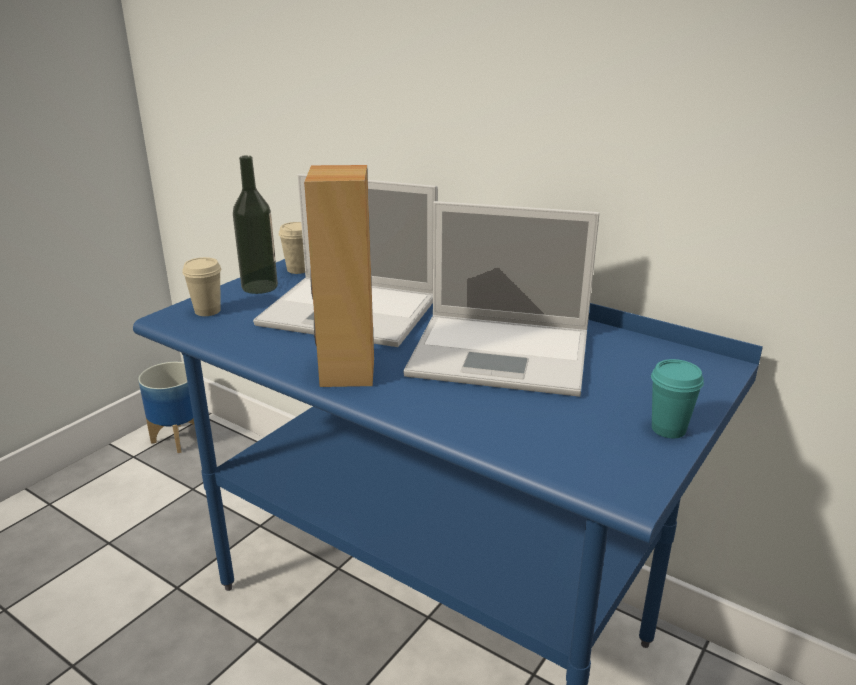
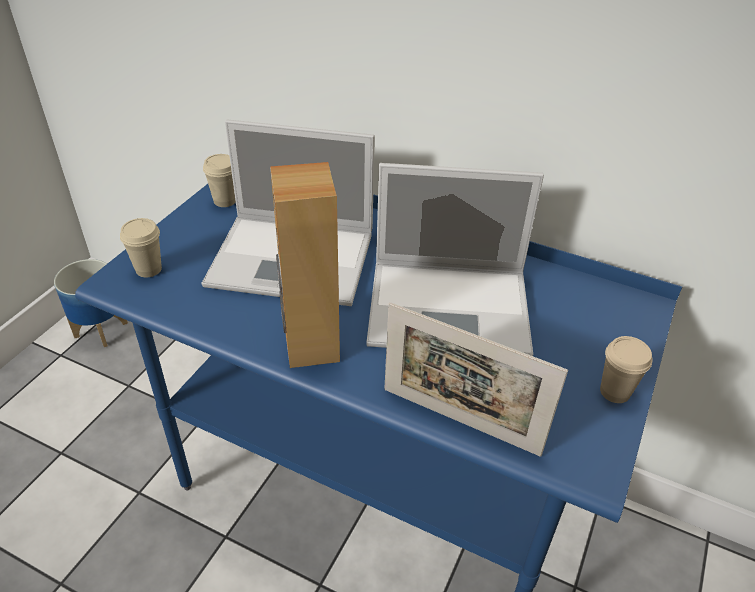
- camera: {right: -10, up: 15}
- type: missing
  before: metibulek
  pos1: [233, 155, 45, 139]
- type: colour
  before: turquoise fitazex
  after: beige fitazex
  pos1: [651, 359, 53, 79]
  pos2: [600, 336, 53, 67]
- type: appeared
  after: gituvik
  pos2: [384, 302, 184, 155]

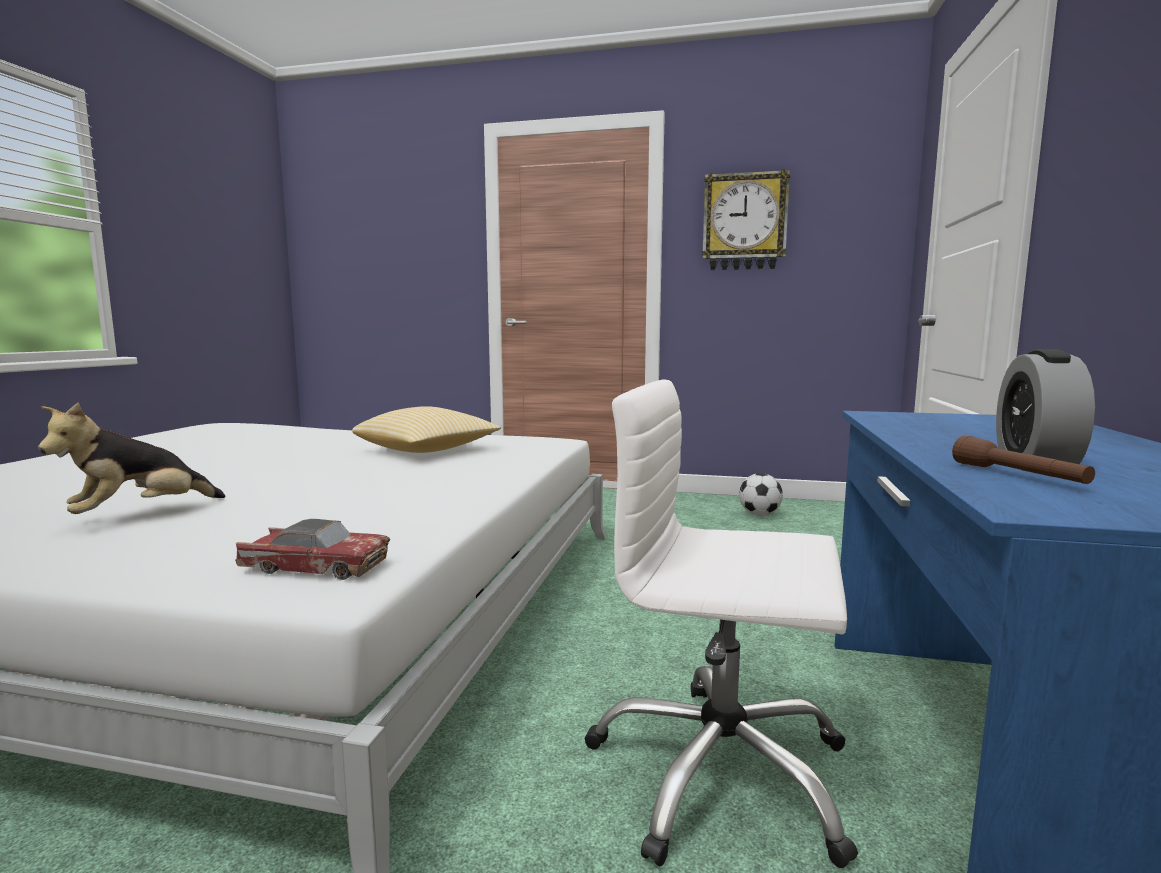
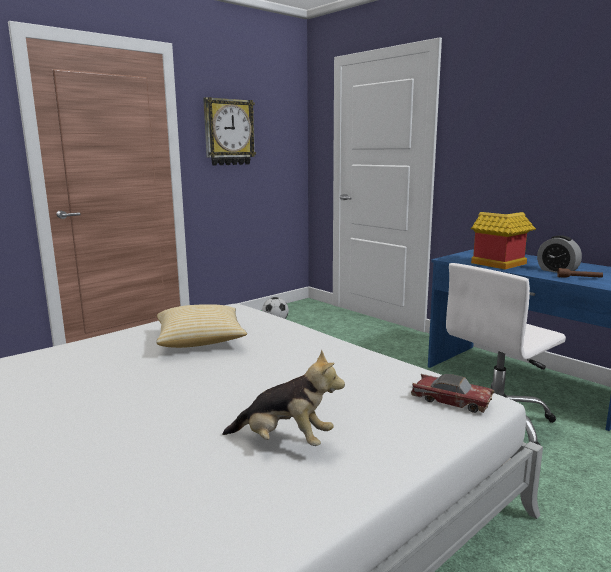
- camera: {right: -55, up: 5}
- type: spun
  before: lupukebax
  pos1: [38, 402, 188, 112]
  pos2: [222, 350, 123, 96]
  turn: -60
- type: spun
  before: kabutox
  pos1: [235, 519, 155, 61]
  pos2: [411, 374, 83, 39]
  turn: 75
- type: appeared
  after: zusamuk
  pos2: [471, 212, 65, 58]

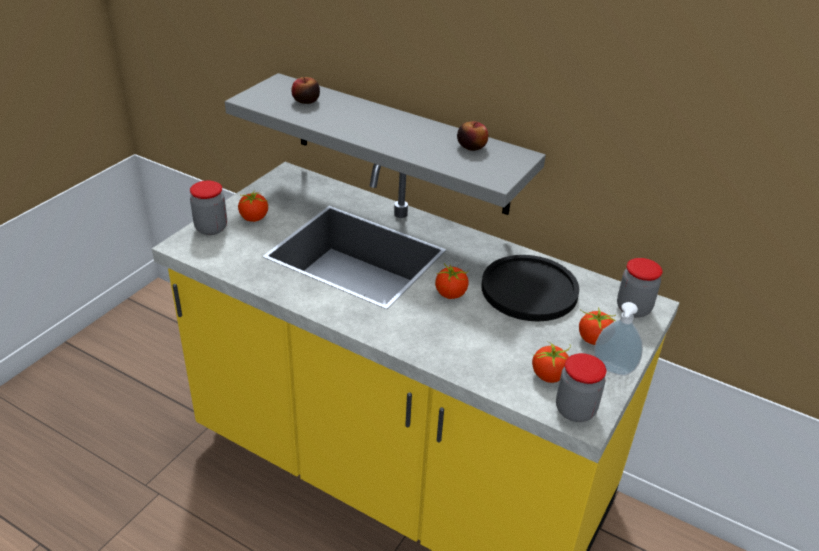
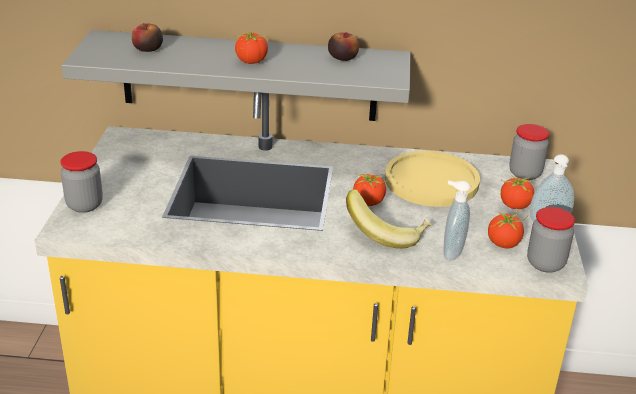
- camera: {right: -25, up: -5}
- type: relocated
  before: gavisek
  pos1: [238, 190, 30, 32]
  pos2: [235, 31, 33, 33]
- type: colour
  before: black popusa
  after: yellow popusa
  pos1: [481, 255, 98, 67]
  pos2: [385, 151, 95, 56]
- type: appeared
  after: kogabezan
  pos2: [346, 189, 85, 60]
- type: appeared
  after: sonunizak
  pos2: [444, 181, 27, 80]

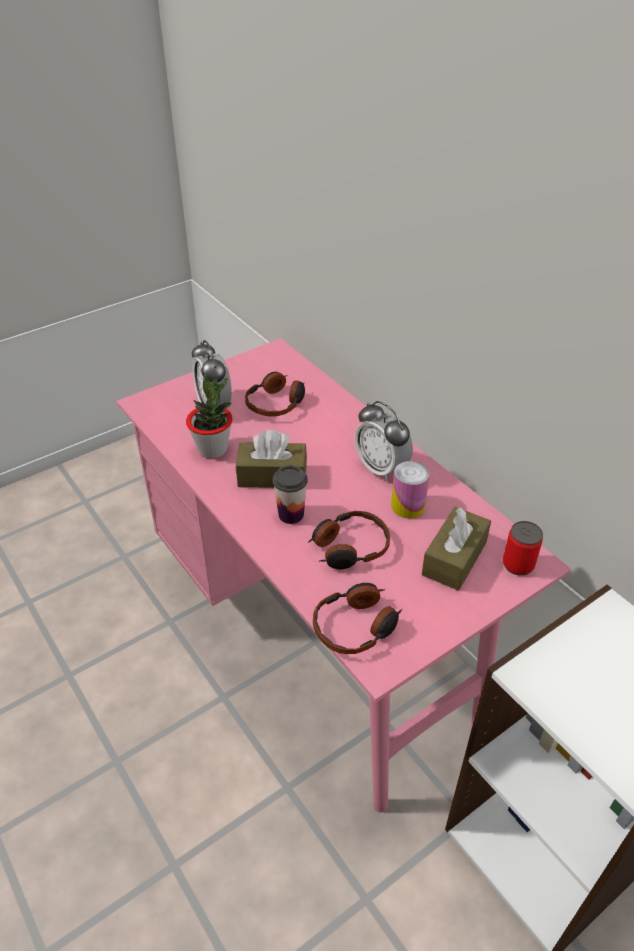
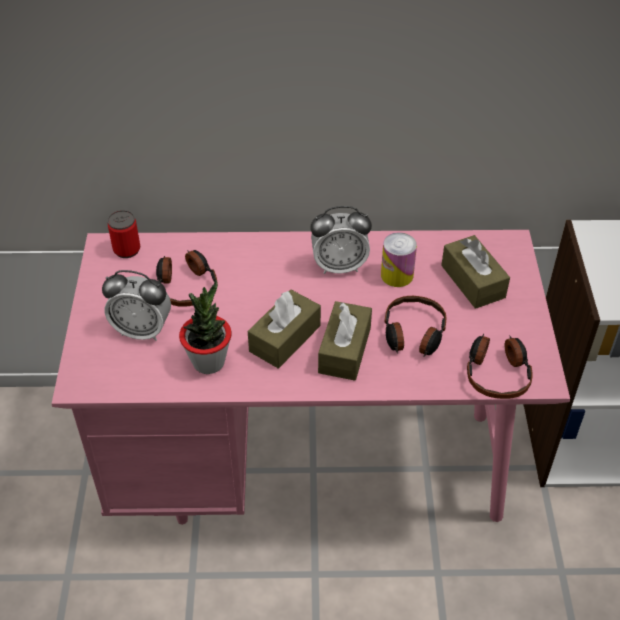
- camera: {right: -55, up: 5}
- type: exchanged
  before: fitazex
  after: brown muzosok
  pos1: [273, 466, 35, 58]
  pos2: [318, 301, 54, 80]
- type: relocated
  before: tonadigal
  pos1: [503, 521, 40, 55]
  pos2: [108, 210, 32, 48]

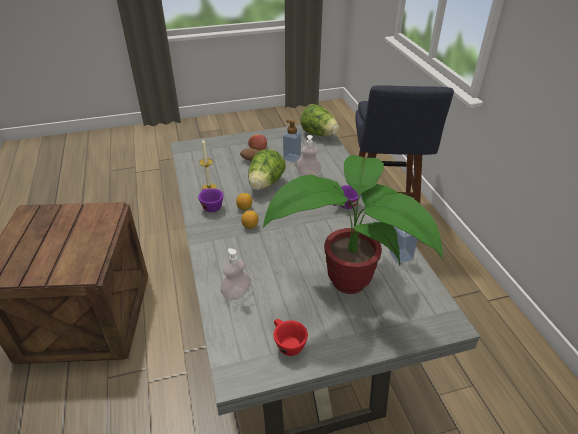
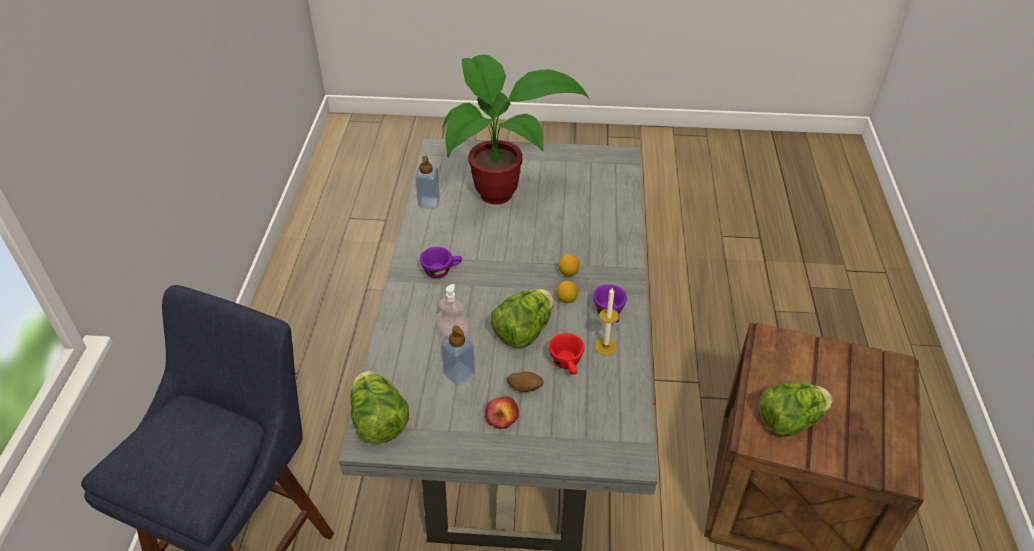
- camera: {right: -160, up: 5}
- type: missing
  before: sonunizak
  pos1: [221, 248, 30, 52]
- type: relocated
  before: red fitazex
  pos1: [274, 319, 34, 37]
  pos2: [549, 333, 36, 41]
- type: appeared
  after: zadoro
  pos2: [759, 383, 74, 53]

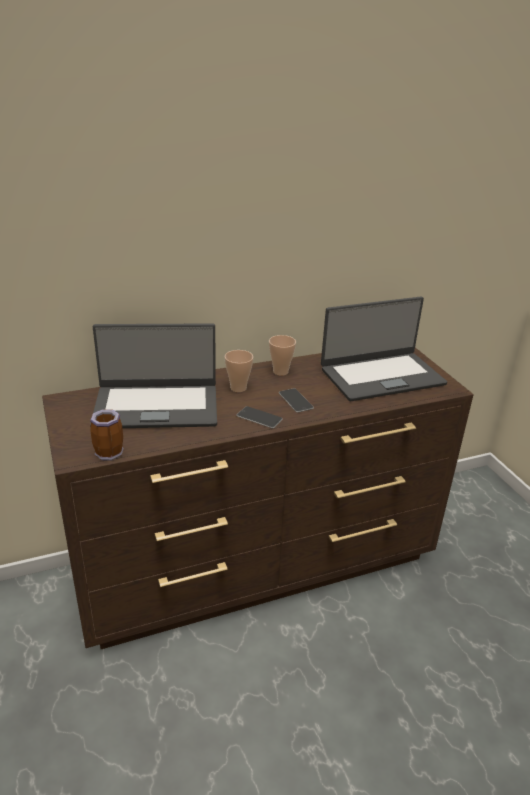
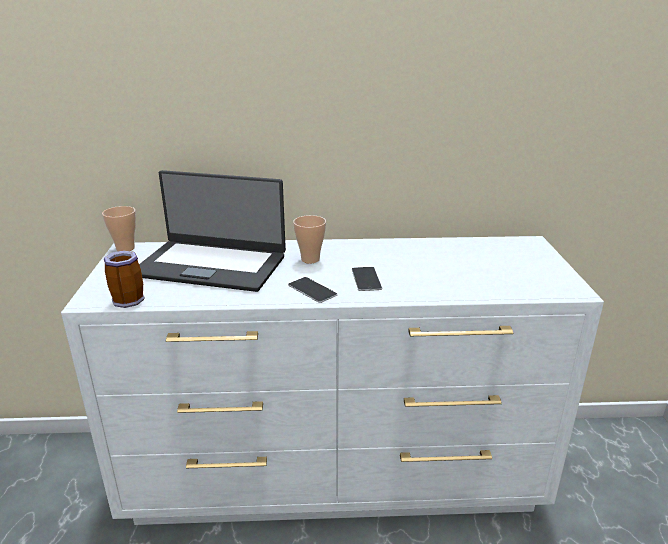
- camera: {right: 20, up: -5}
- type: colour
  before: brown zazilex
  after: white zazilex
  pos1: [42, 348, 431, 301]
  pos2: [61, 236, 543, 289]
- type: relocated
  before: fitazex
  pos1: [269, 335, 27, 41]
  pos2: [102, 206, 34, 45]
- type: missing
  before: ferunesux
  pos1: [321, 297, 126, 104]

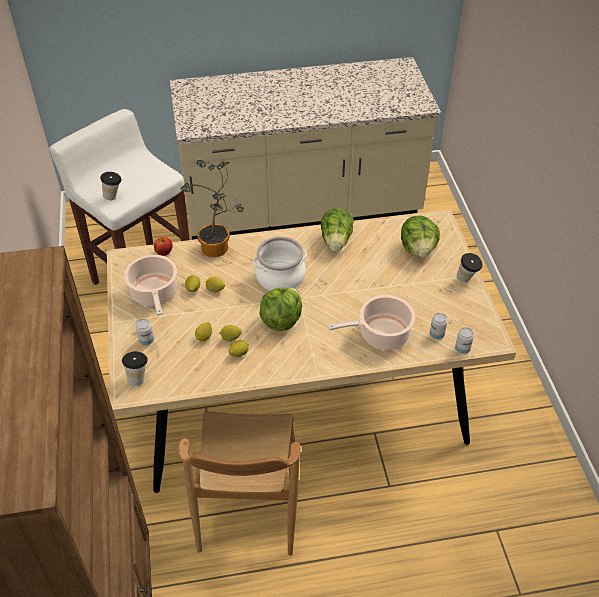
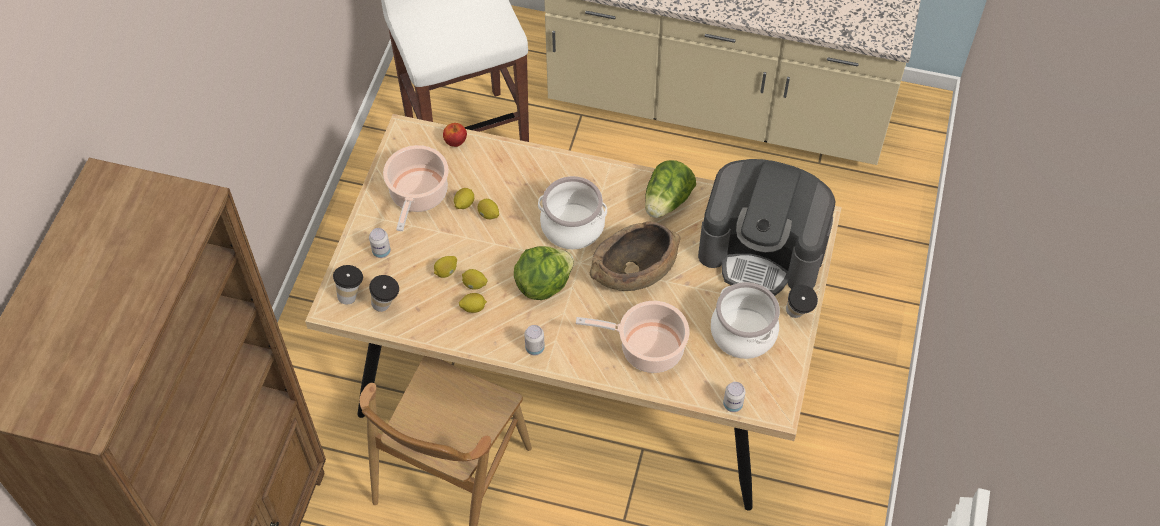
- camera: {right: 25, up: 10}
- type: relocated
  before: fitazex
  pos1: [100, 172, 22, 28]
  pos2: [369, 275, 30, 37]
- type: missing
  before: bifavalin
  pos1: [181, 160, 63, 97]
- type: exchanged
  before: zadoro
  after: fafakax
  pos1: [401, 215, 39, 42]
  pos2: [698, 159, 137, 137]
- type: relocated
  before: tonadigal
  pos1: [430, 313, 18, 26]
  pos2: [524, 325, 21, 30]
- type: appeared
  after: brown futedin
  pos2: [590, 221, 90, 70]
- type: appeared
  after: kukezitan
  pos2: [711, 282, 69, 77]

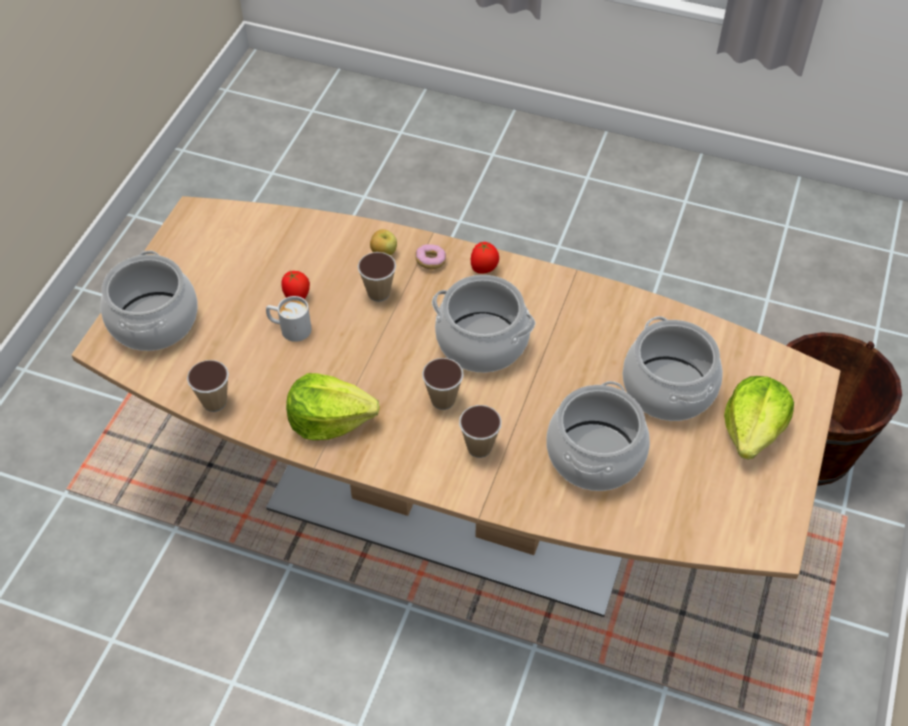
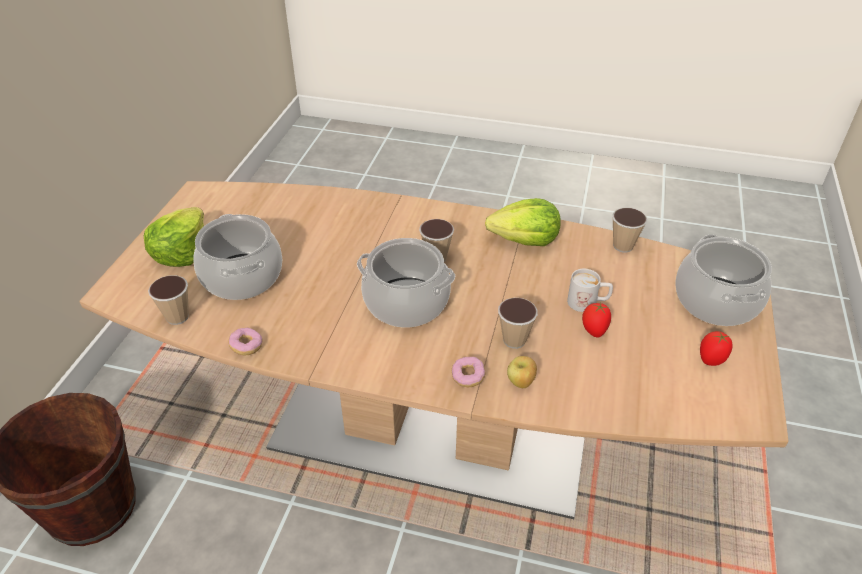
- camera: {right: 175, up: -10}
- type: relocated
  before: fitazex
  pos1: [459, 405, 43, 53]
  pos2: [148, 275, 41, 50]
- type: relocated
  before: gavisek
  pos1: [471, 242, 28, 32]
  pos2: [700, 331, 33, 35]
- type: missing
  before: kukezitan
  pos1: [547, 381, 103, 110]
- type: appeared
  after: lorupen
  pos2: [228, 328, 34, 28]

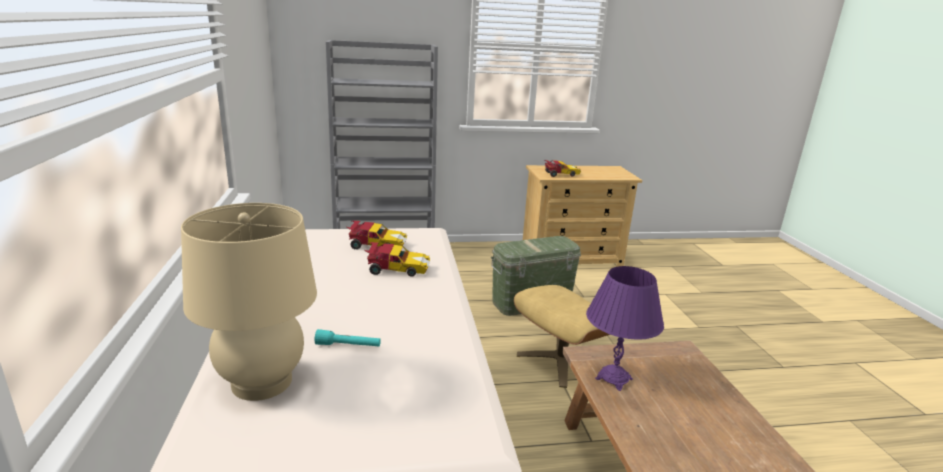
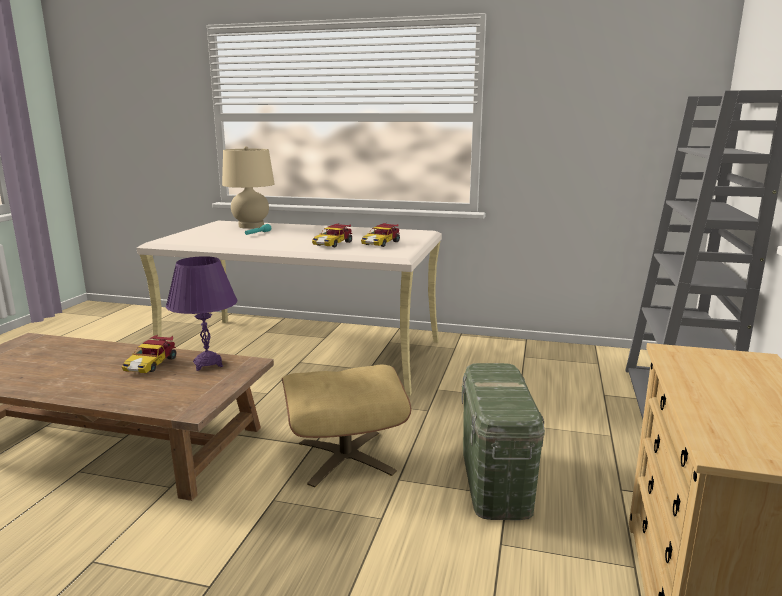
- camera: {right: 115, up: -5}
- type: relocated
  before: kabutox
  pos1: [544, 160, 37, 17]
  pos2: [122, 335, 54, 38]

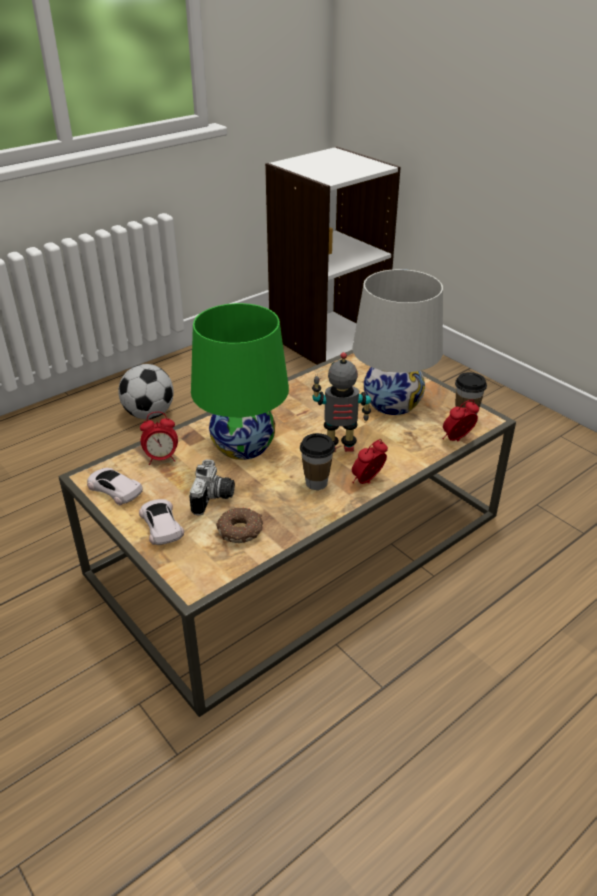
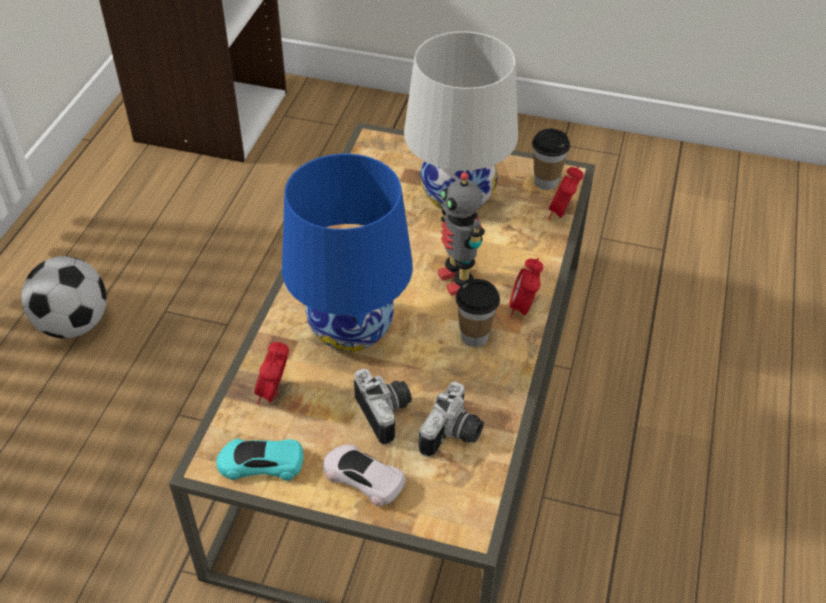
- camera: {right: -35, up: 10}
- type: colour
  before: white kabutox
  after: turquoise kabutox
  pos1: [87, 468, 56, 37]
  pos2: [216, 439, 88, 42]
- type: spun
  before: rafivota
  pos1: [140, 412, 38, 53]
  pos2: [254, 342, 35, 63]
  turn: 150
- type: colour
  before: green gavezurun
  after: blue gavezurun
  pos1: [191, 303, 98, 157]
  pos2: [282, 154, 131, 198]
- type: exchanged
  before: lorupen
  after: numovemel
  pos1: [216, 507, 47, 36]
  pos2: [418, 382, 66, 75]
- type: spun
  before: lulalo
  pos1: [312, 352, 59, 100]
  pos2: [438, 172, 47, 124]
  turn: -75

